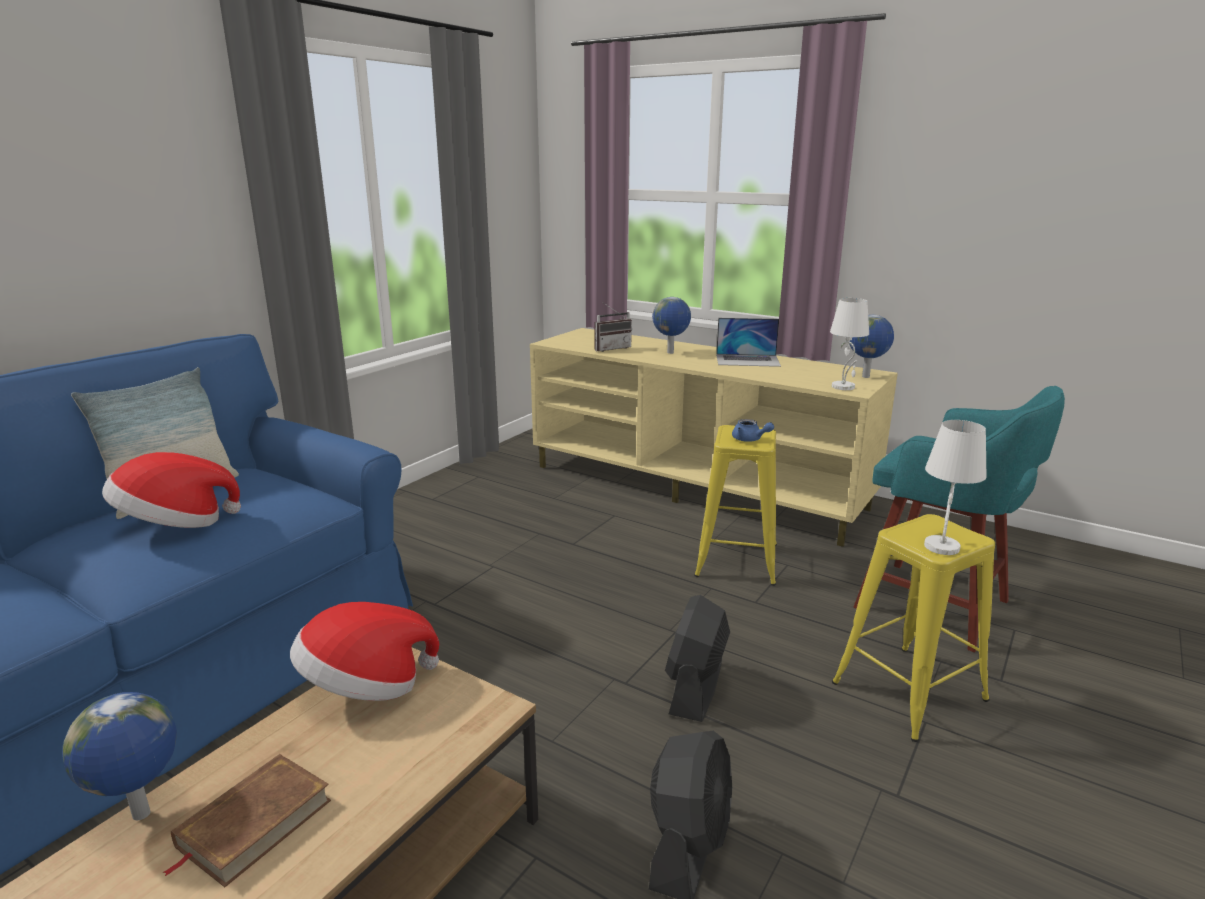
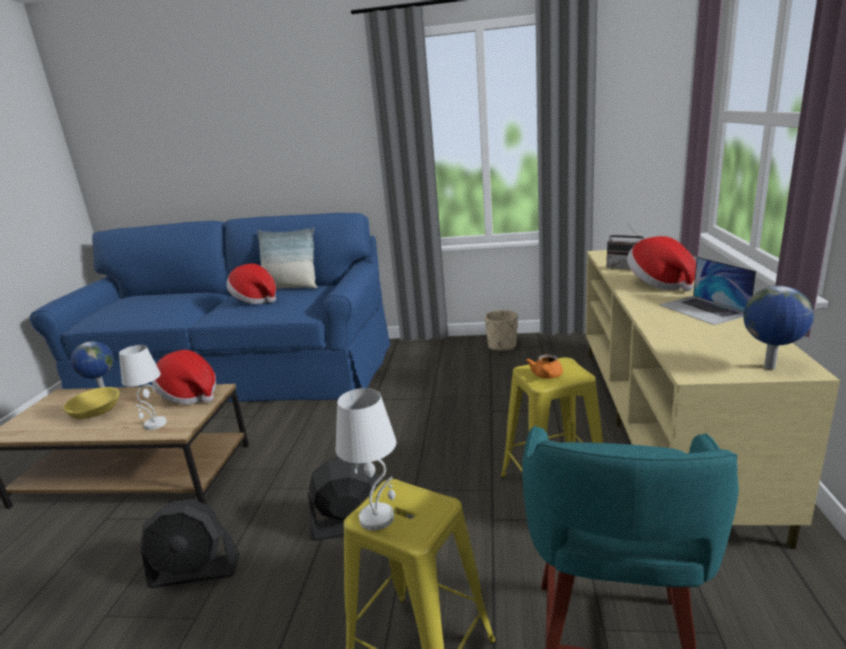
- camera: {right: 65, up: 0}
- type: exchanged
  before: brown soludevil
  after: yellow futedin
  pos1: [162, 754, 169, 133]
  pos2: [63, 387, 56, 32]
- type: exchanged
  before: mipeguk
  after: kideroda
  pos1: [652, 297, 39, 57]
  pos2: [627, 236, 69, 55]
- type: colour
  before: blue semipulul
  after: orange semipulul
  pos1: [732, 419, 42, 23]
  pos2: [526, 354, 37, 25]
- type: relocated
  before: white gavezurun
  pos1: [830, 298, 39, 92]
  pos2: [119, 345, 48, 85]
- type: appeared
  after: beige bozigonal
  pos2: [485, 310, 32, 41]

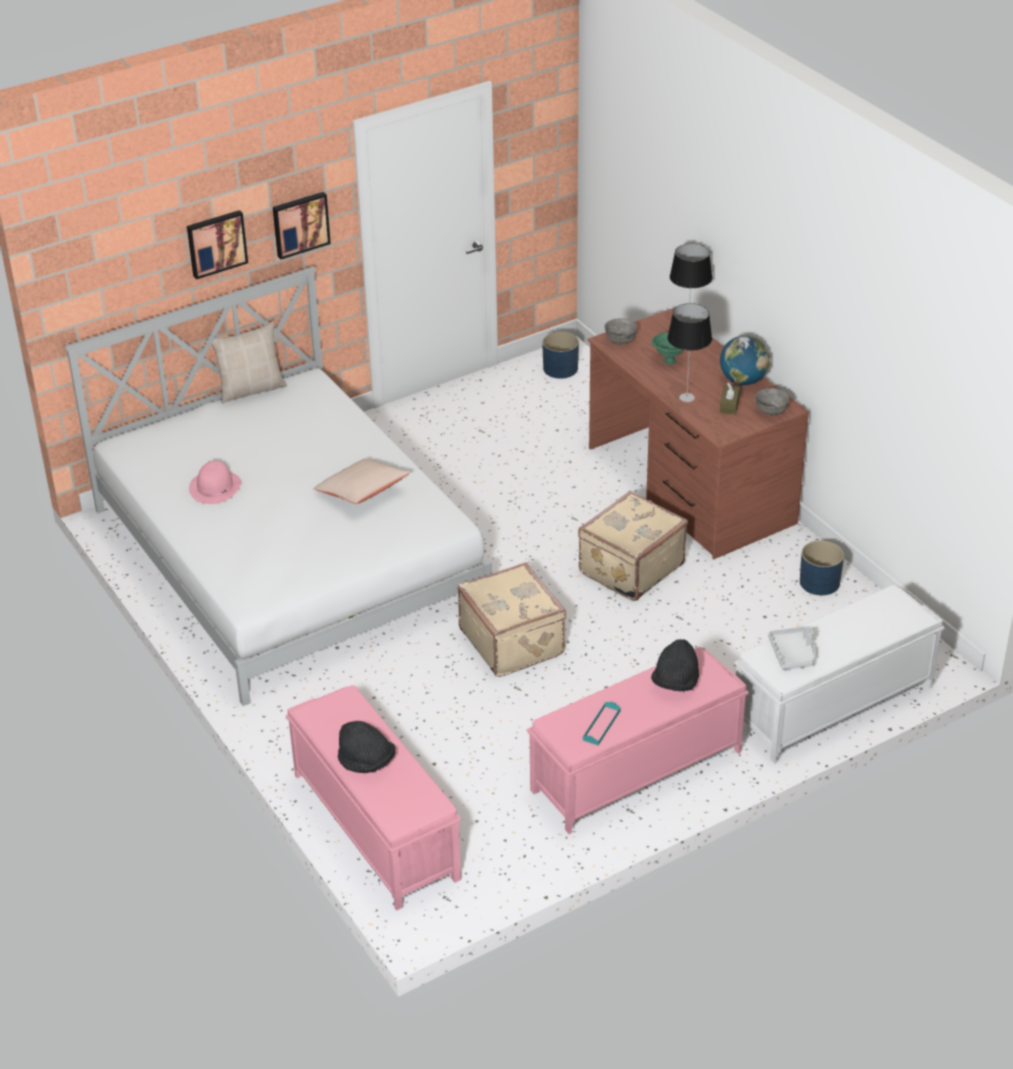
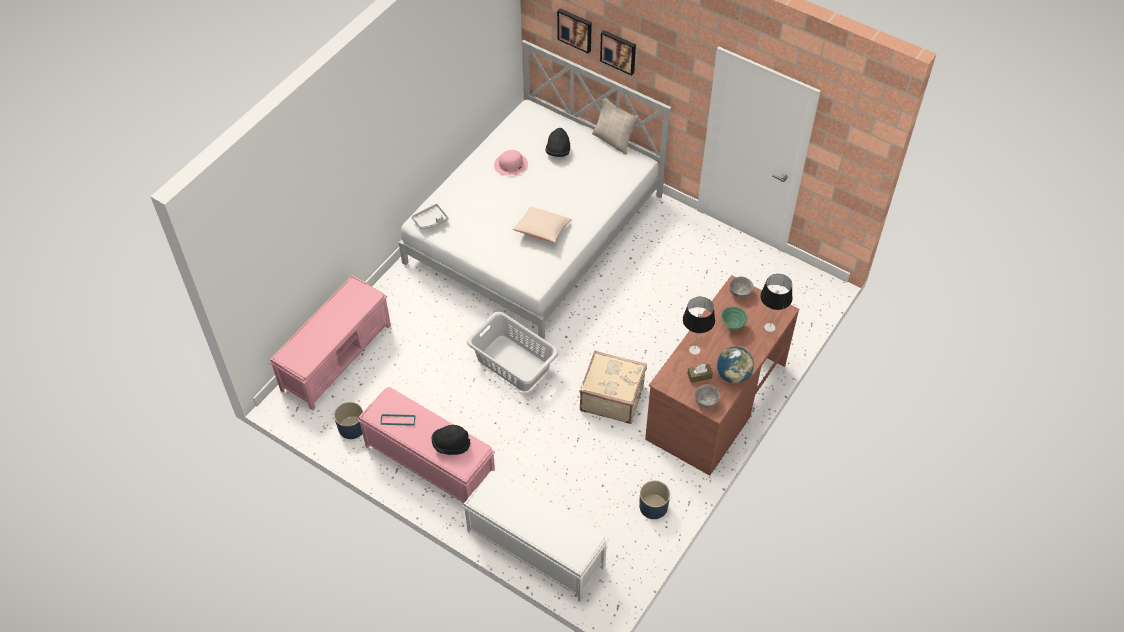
- camera: {right: 65, up: 15}
- type: relocated
  before: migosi
  pos1: [273, 192, 58, 68]
  pos2: [557, 8, 35, 46]
- type: relocated
  before: black kideroda
  pos1: [338, 721, 57, 52]
  pos2: [545, 128, 25, 29]
- type: exchanged
  before: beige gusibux
  after: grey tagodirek
  pos1: [458, 563, 108, 114]
  pos2: [467, 312, 91, 79]
- type: relocated
  before: blue bozigonal
  pos1: [542, 332, 37, 47]
  pos2: [334, 402, 29, 37]
- type: relocated
  before: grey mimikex
  pos1: [768, 626, 47, 44]
  pos2: [411, 203, 38, 27]

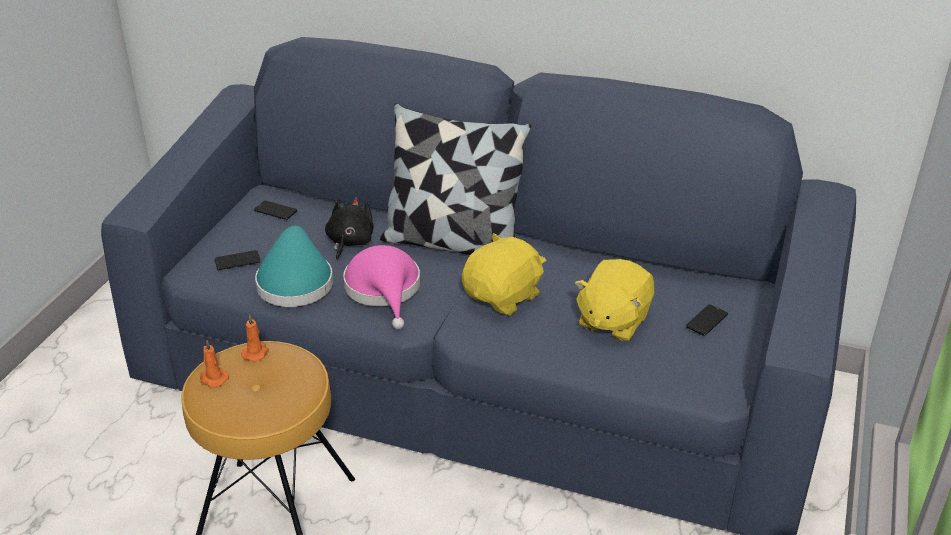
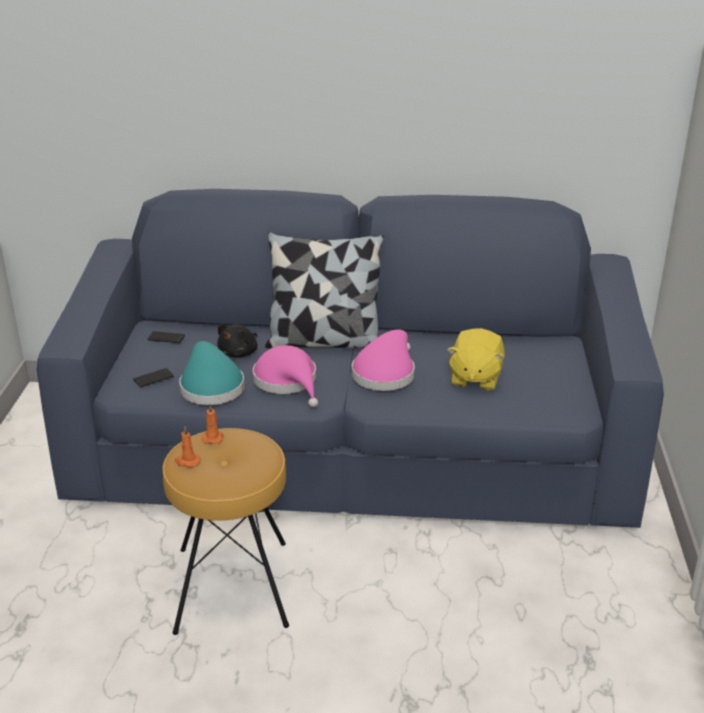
- camera: {right: -15, up: -5}
- type: spun
  before: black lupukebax
  pos1: [325, 197, 49, 63]
  pos2: [217, 324, 41, 33]
  turn: -150
- type: exchanged
  before: yellow lupukebax
  after: pink kideroda
  pos1: [462, 233, 84, 82]
  pos2: [352, 329, 63, 62]
- type: missing
  before: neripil
  pos1: [686, 304, 42, 32]

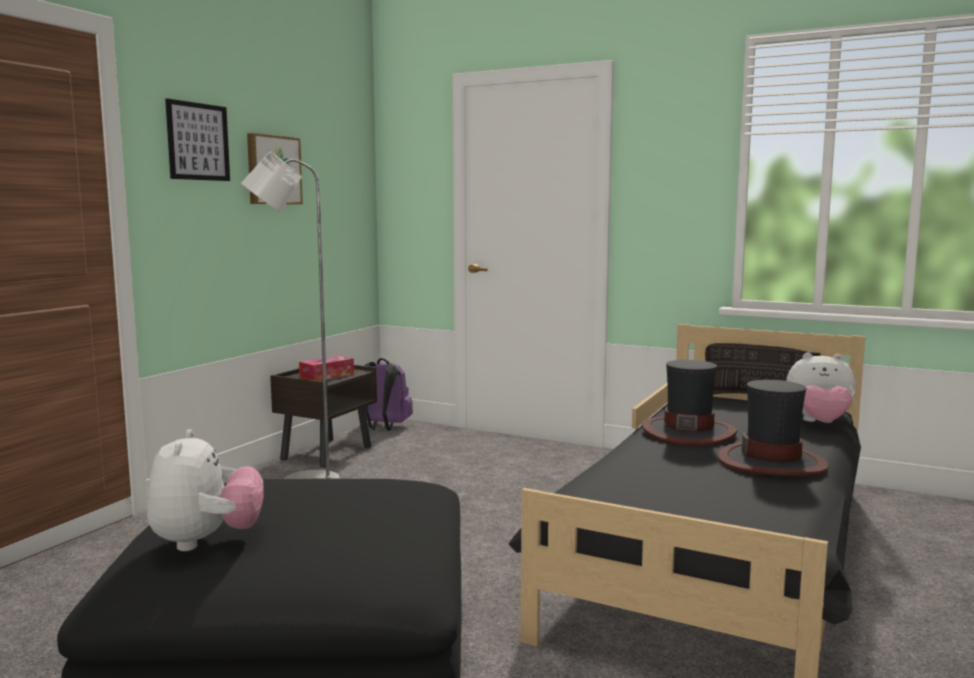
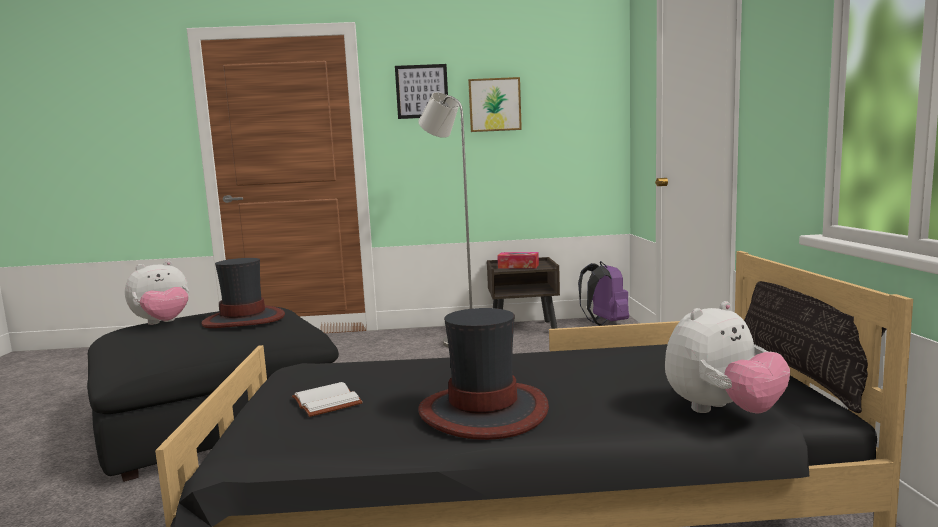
- camera: {right: 60, up: 0}
- type: relocated
  before: kideroda
  pos1: [642, 360, 95, 86]
  pos2: [201, 258, 84, 70]
- type: spun
  before: lupukebax
  pos1: [786, 352, 70, 71]
  pos2: [665, 301, 125, 113]
  turn: -105
- type: appeared
  after: white soludevil
  pos2: [292, 382, 71, 35]

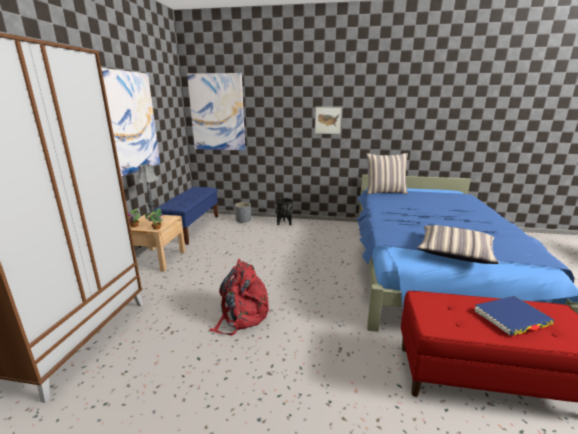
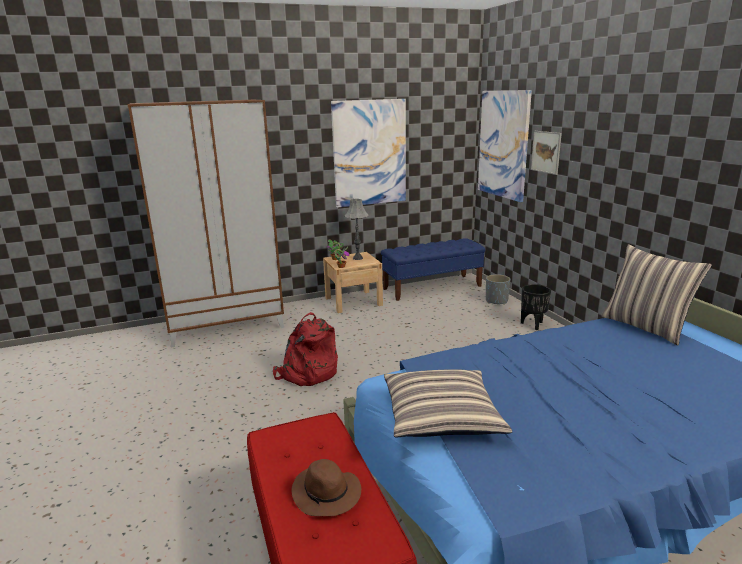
- camera: {right: 60, up: 0}
- type: relocated
  before: migosi
  pos1: [315, 106, 27, 28]
  pos2: [531, 131, 31, 44]
- type: exchanged
  before: blue soludevil
  after: brown kideroda
  pos1: [475, 296, 79, 40]
  pos2: [292, 459, 69, 57]

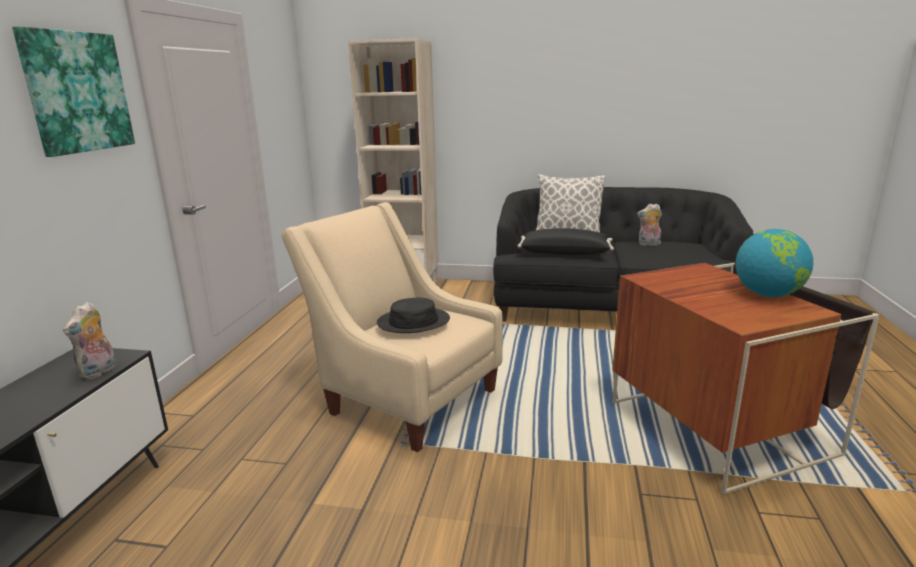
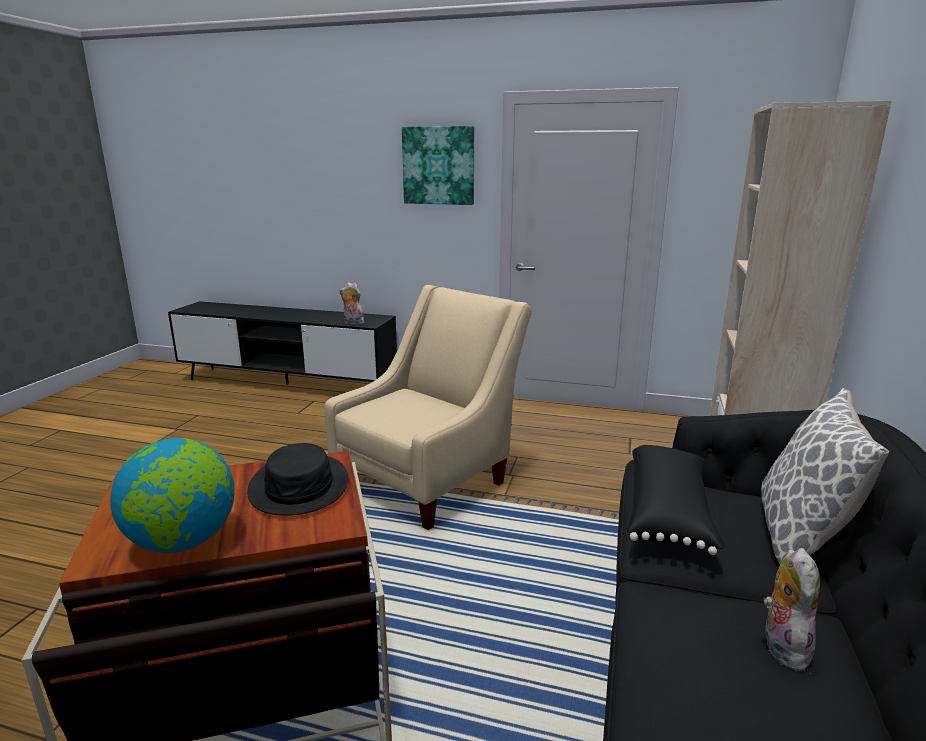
- camera: {right: 95, up: 0}
- type: relocated
  before: black kideroda
  pos1: [377, 298, 73, 35]
  pos2: [247, 443, 102, 72]

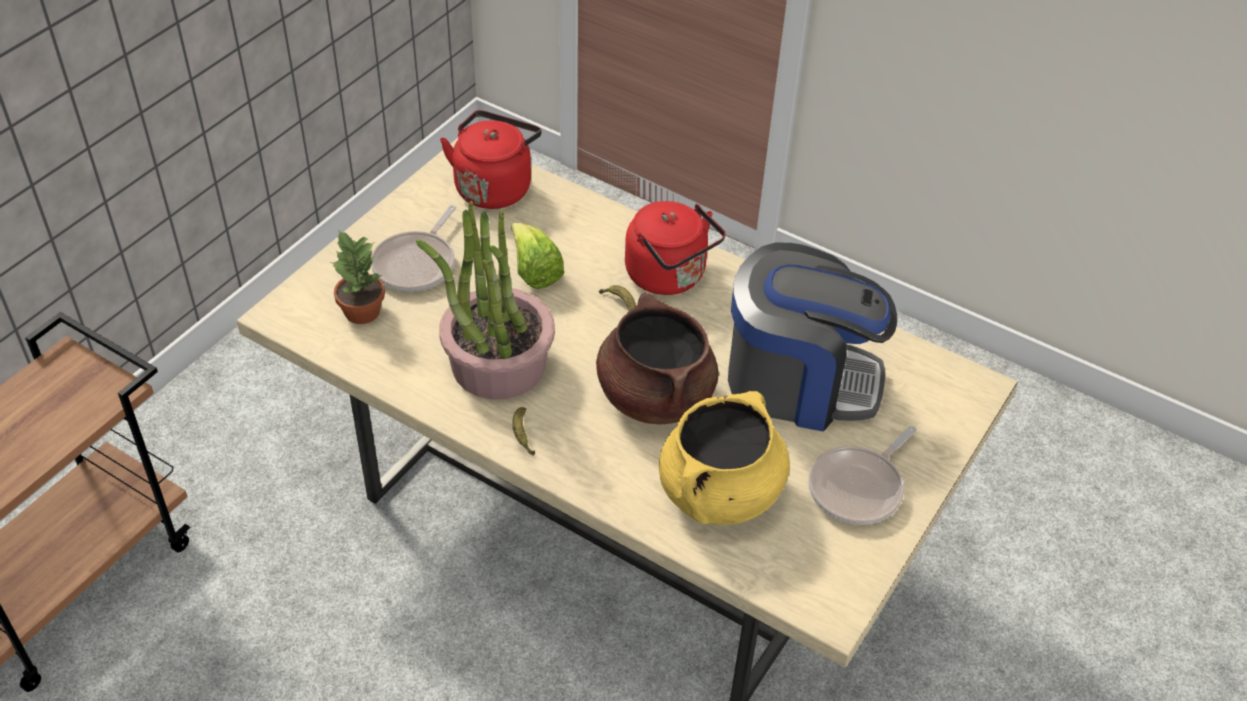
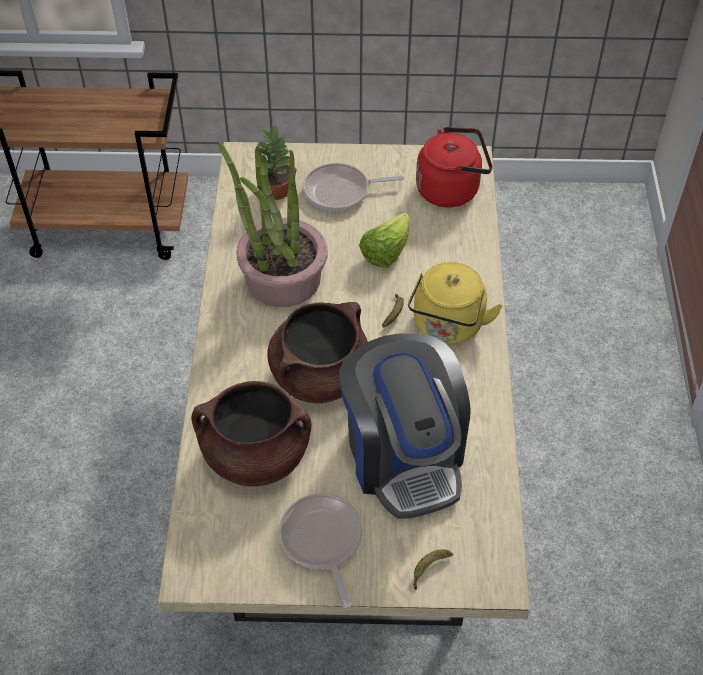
- camera: {right: 60, up: 5}
- type: relocated
  before: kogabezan
  pos1: [512, 407, 23, 49]
  pos2: [413, 550, 40, 40]
- type: colour
  before: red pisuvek
  after: yellow pisuvek
  pos1: [625, 201, 101, 94]
  pos2: [408, 262, 95, 82]
- type: colour
  before: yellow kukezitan
  after: brown kukezitan
  pos1: [659, 391, 131, 134]
  pos2: [192, 381, 120, 105]
- type: spun
  before: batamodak
  pos1: [808, 426, 109, 99]
  pos2: [279, 493, 83, 115]
  turn: 60

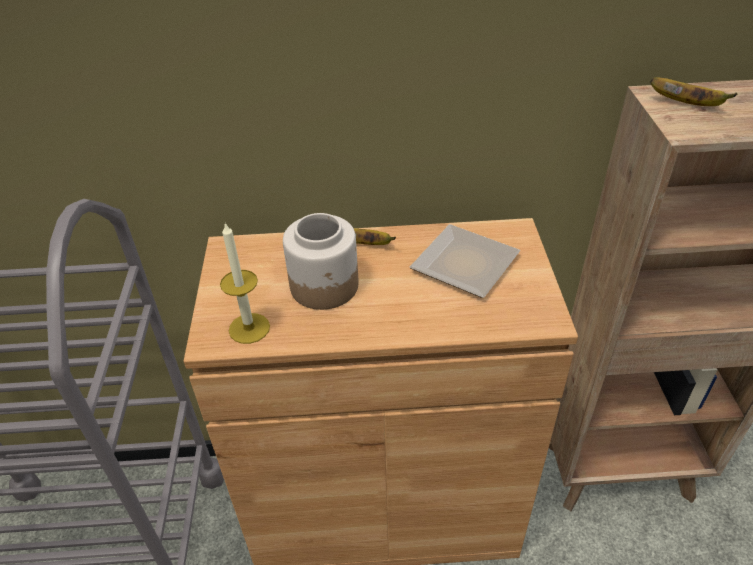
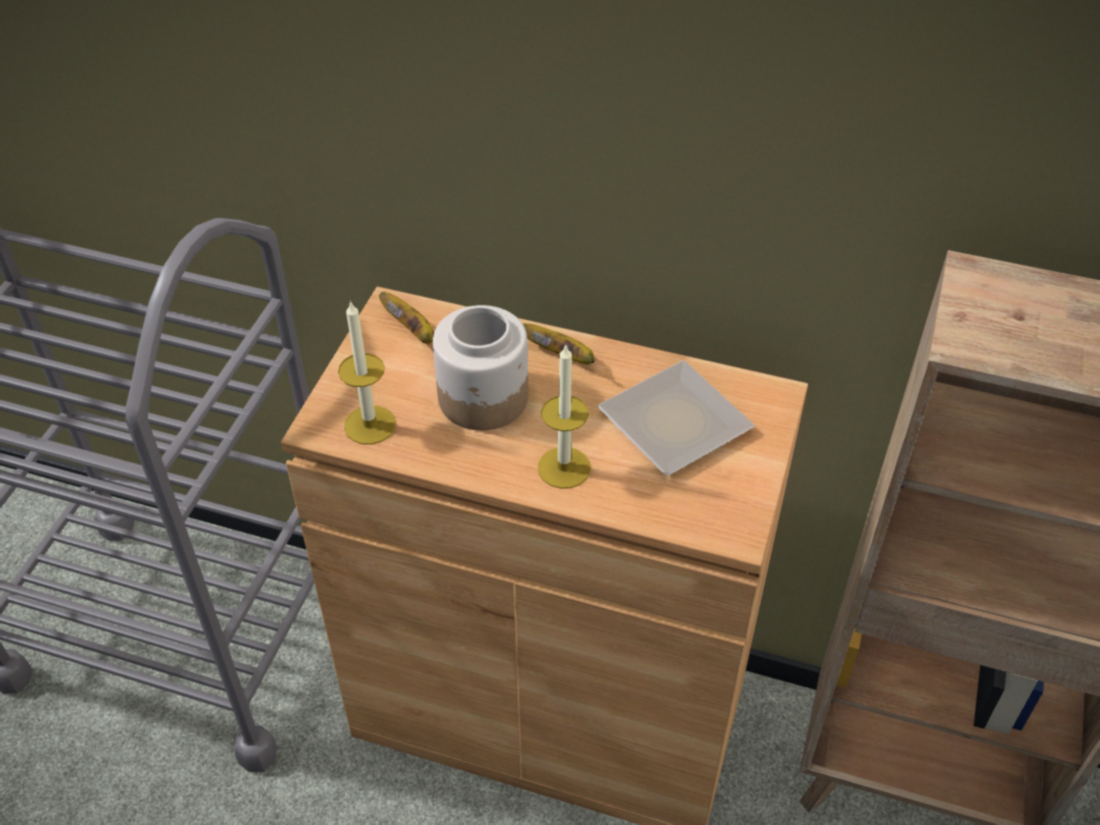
- camera: {right: 20, up: 5}
- type: relocated
  before: kogabezan
  pos1: [650, 78, 88, 28]
  pos2: [379, 292, 55, 52]
- type: appeared
  after: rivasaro
  pos2: [538, 344, 53, 145]

